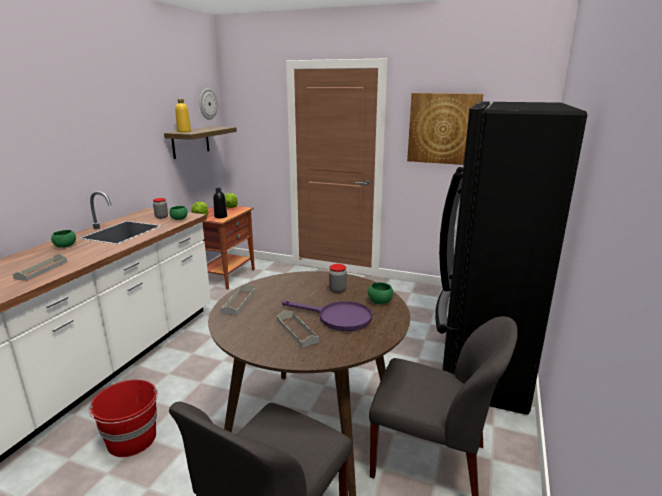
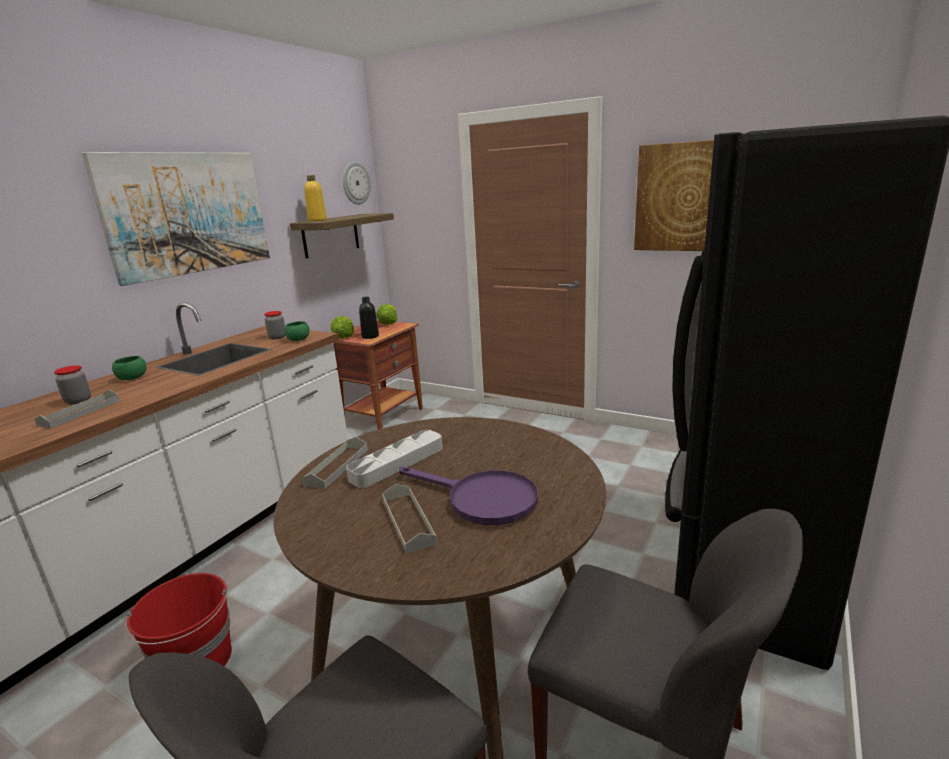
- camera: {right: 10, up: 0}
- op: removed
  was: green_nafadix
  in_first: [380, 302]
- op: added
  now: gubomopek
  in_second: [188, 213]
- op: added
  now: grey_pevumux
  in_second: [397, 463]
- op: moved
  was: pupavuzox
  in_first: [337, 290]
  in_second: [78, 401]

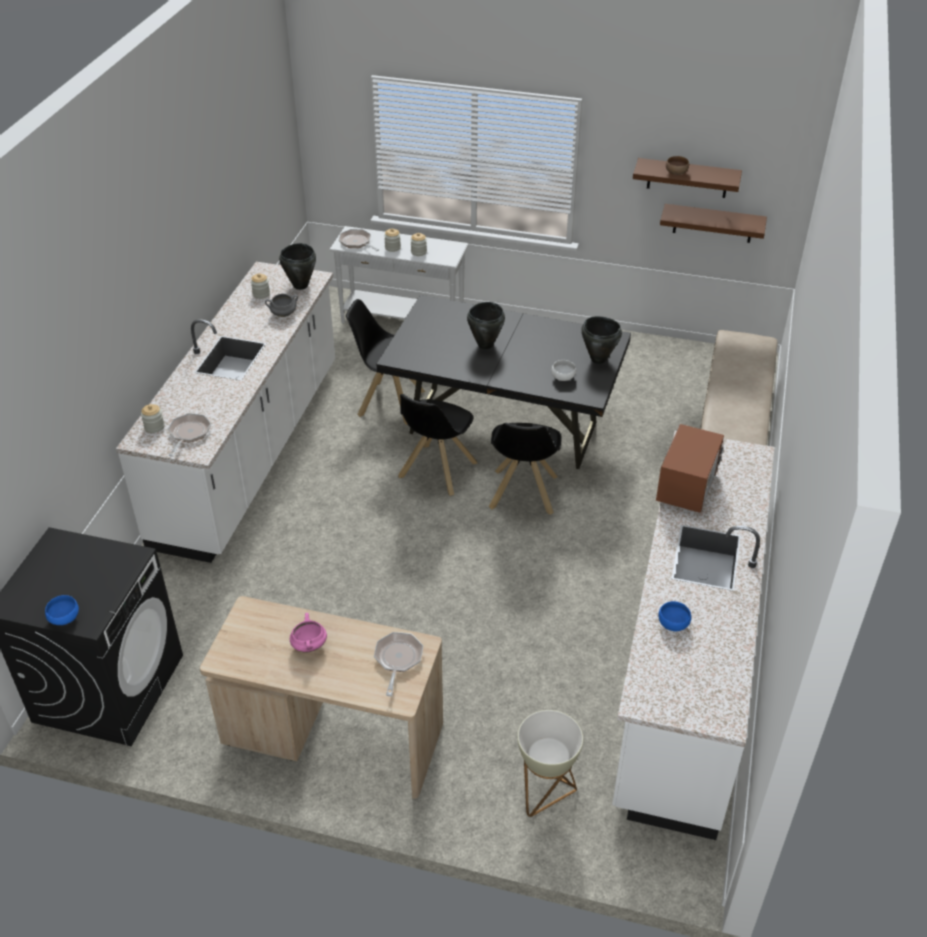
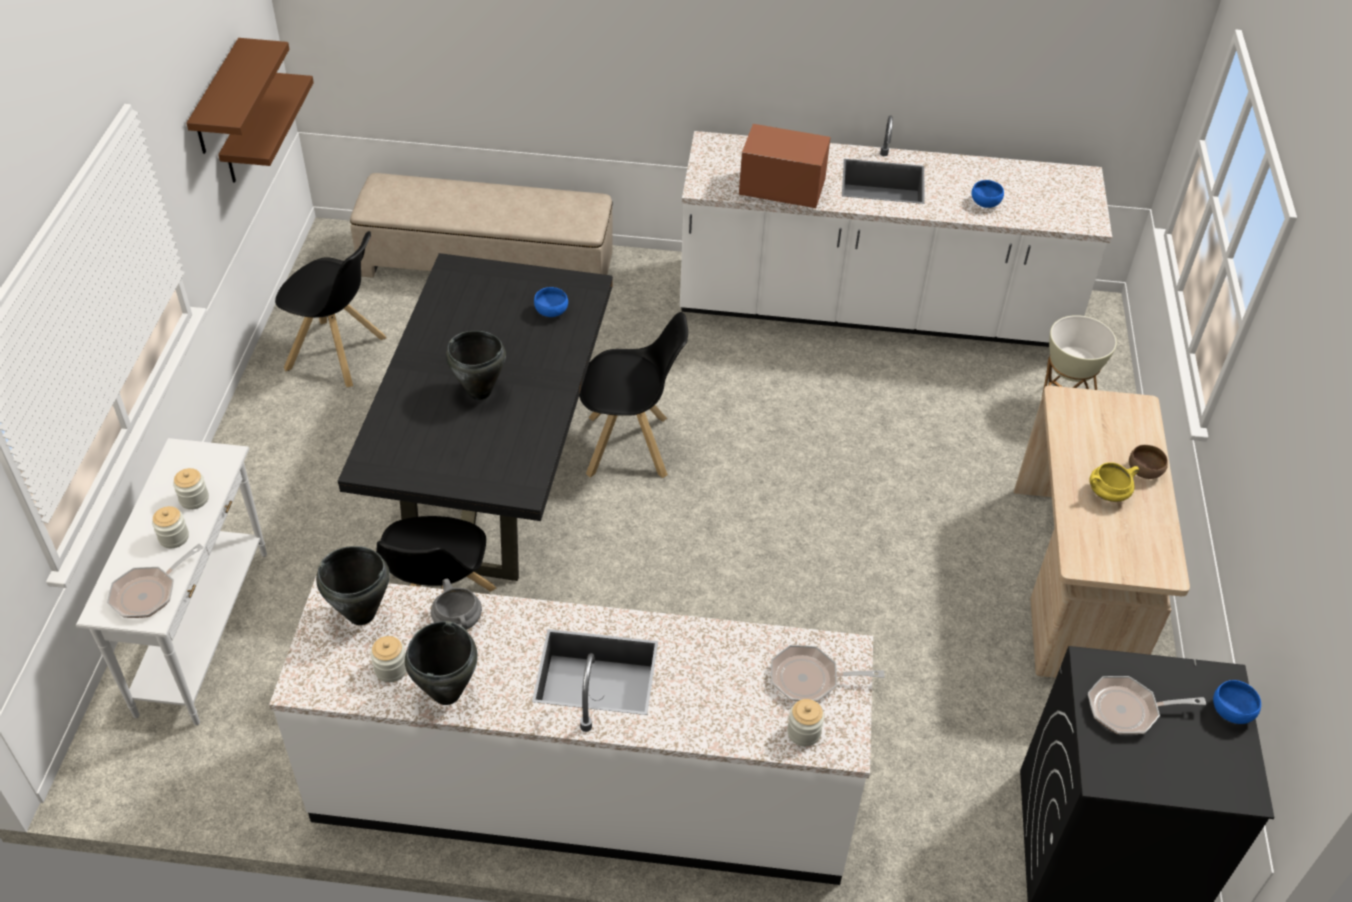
- camera: {right: -100, up: 5}
- op: moved
  was: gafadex
  in_first: [398, 660]
  in_second: [1128, 710]
- op: moved
  was: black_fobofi
  in_first: [436, 471]
  in_second: [338, 354]
- op: moved
  was: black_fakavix
  in_first: [598, 359]
  in_second: [446, 693]
- op: moved
  was: brown_nafadix
  in_first: [676, 173]
  in_second: [1145, 471]
- op: recoloured
  was: pink_fakavix
  now: yellow_fakavix
  in_first: [309, 645]
  in_second: [1107, 494]
- op: recoloured
  was: white_nafadix
  now: blue_nafadix
  in_first: [563, 378]
  in_second: [551, 311]

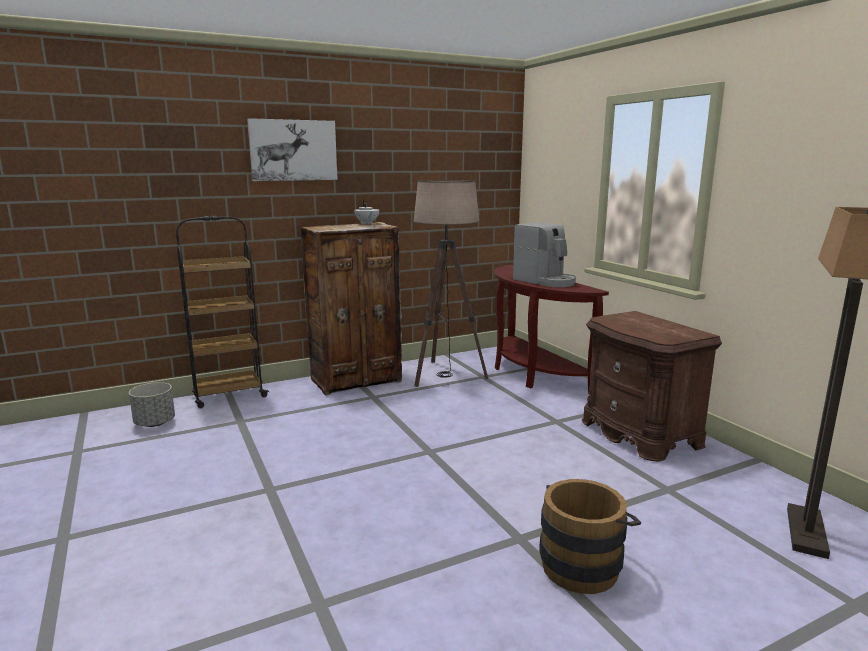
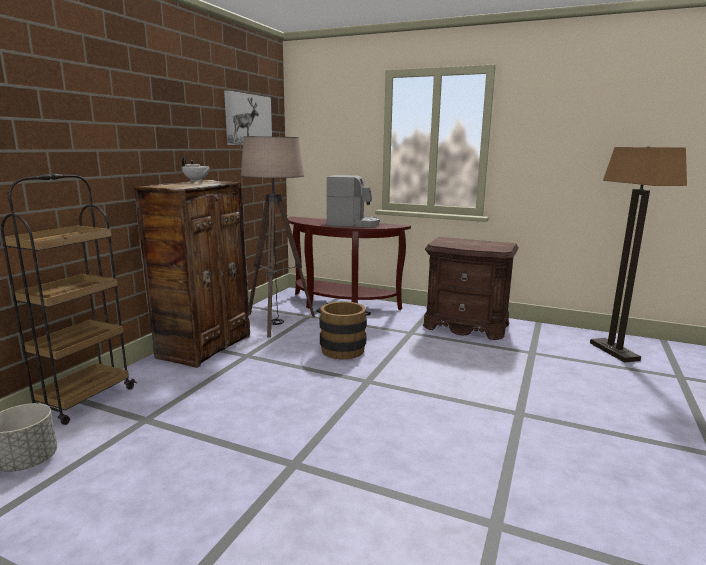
- camera: {right: -40, up: 0}
- op: moved
  was: gubomopek
  in_first: [293, 150]
  in_second: [248, 120]
- op: moved
  was: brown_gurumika
  in_first: [583, 564]
  in_second: [343, 348]

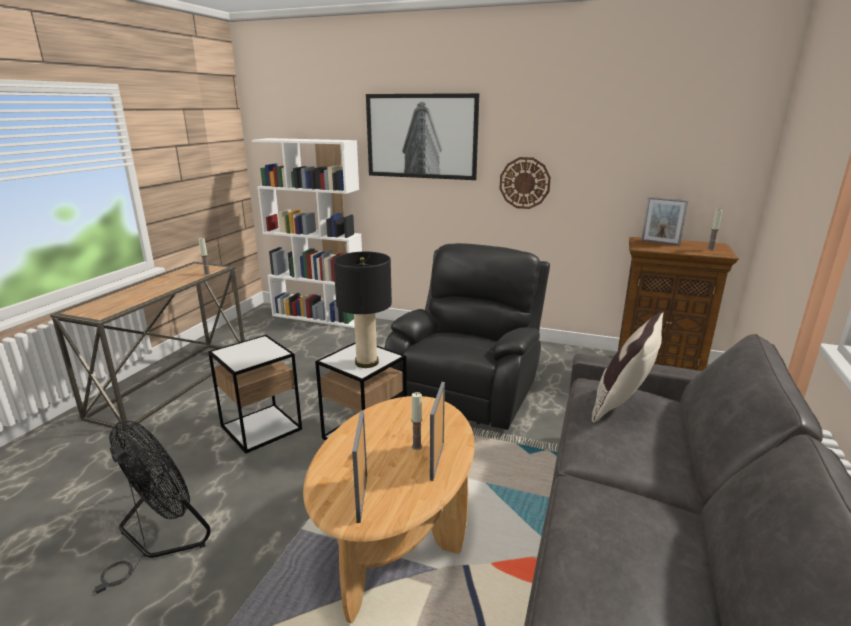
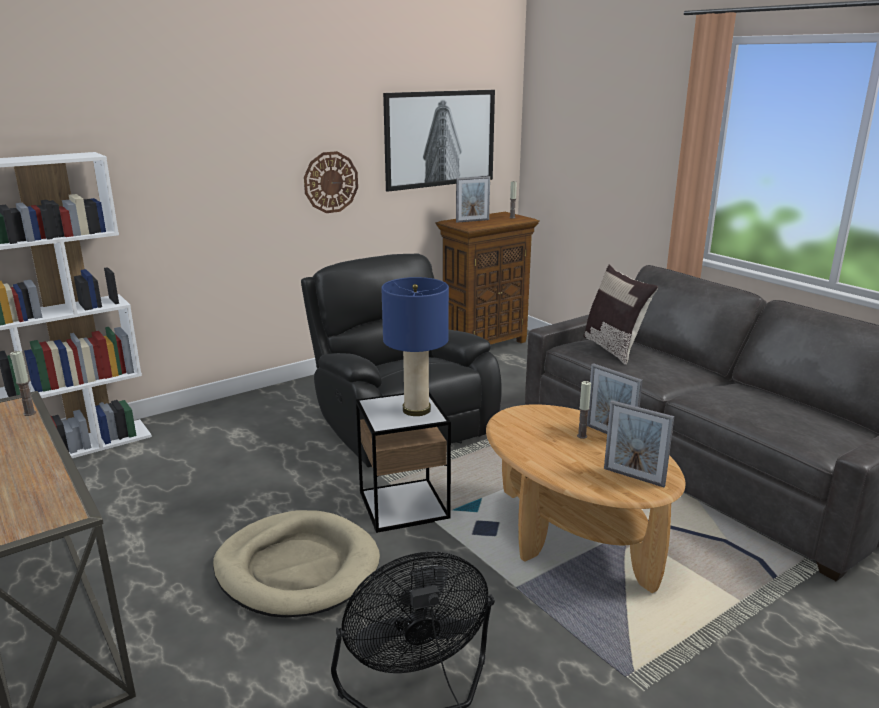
- camera: {right: -55, up: 0}
- op: moved
  was: gubomopek
  in_first: [421, 136]
  in_second: [440, 139]
- op: replaced
  was: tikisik
  now: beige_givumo
  in_first: [261, 427]
  in_second: [297, 568]
- op: recoloured
  was: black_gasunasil
  now: blue_gasunasil
  in_first: [366, 362]
  in_second: [416, 410]

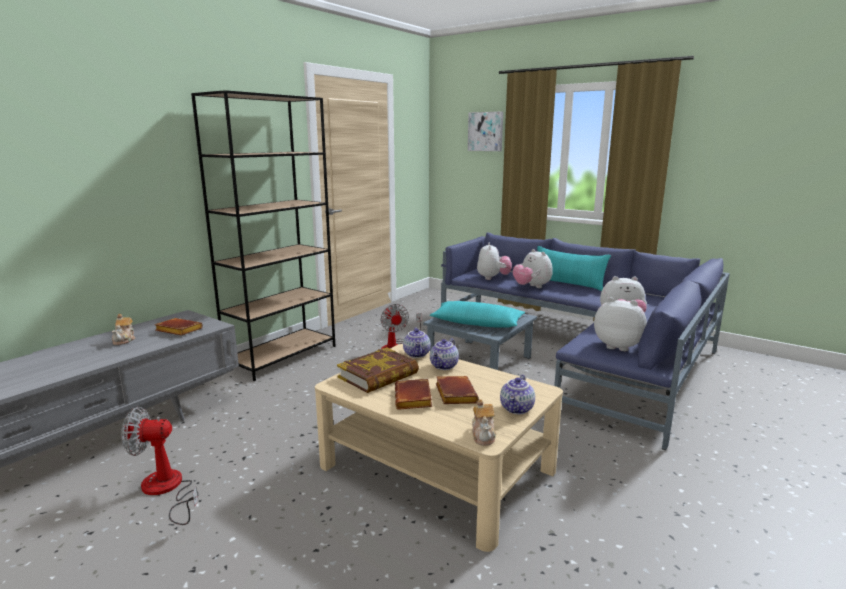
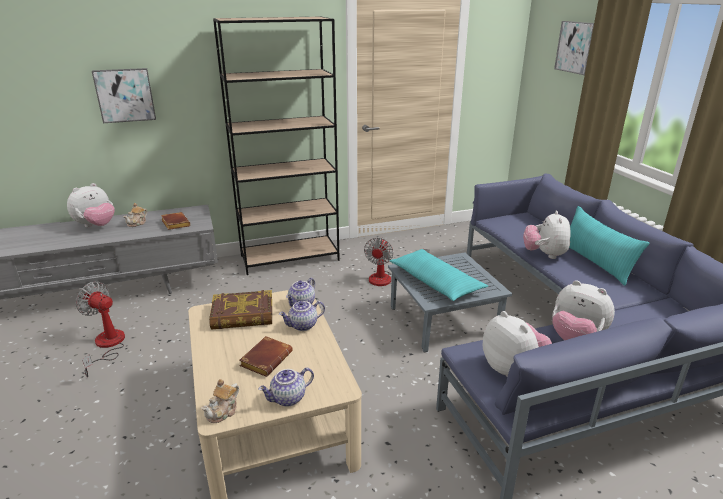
- camera: {right: 35, up: 10}
- op: removed
  was: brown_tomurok
  in_first: [414, 399]
- op: added
  now: gubomopek
  in_second: [125, 95]
- op: moved
  was: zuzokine
  in_first: [493, 278]
  in_second: [96, 226]

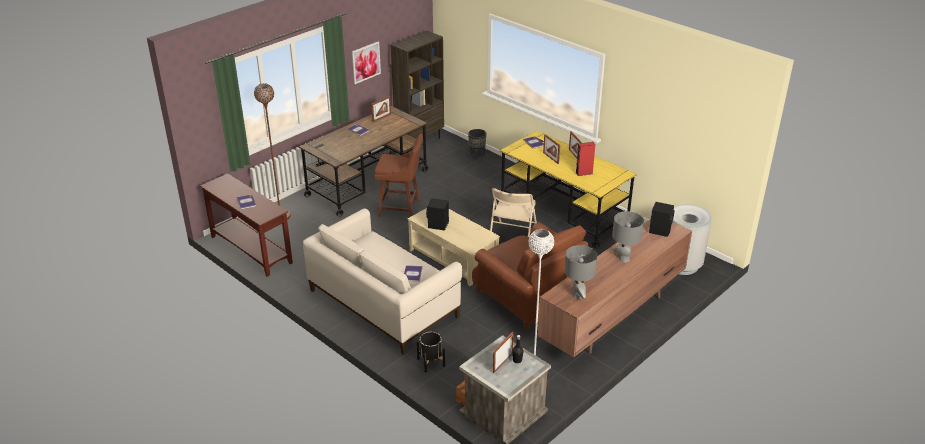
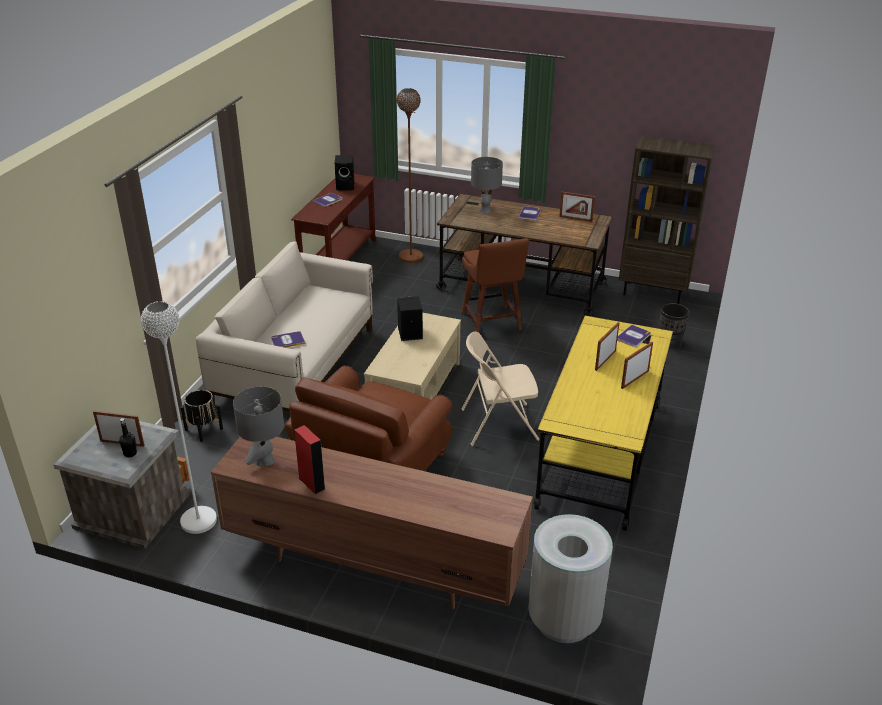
- camera: {right: 65, up: 0}
- op: removed
  was: gubomopek
  in_first: [365, 62]
- op: moved
  was: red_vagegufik
  in_first: [584, 173]
  in_second: [312, 483]
- op: moved
  was: grey_gasunasil
  in_first: [624, 258]
  in_second: [485, 210]
- op: moved
  was: black_vagegufik
  in_first: [660, 230]
  in_second: [346, 186]

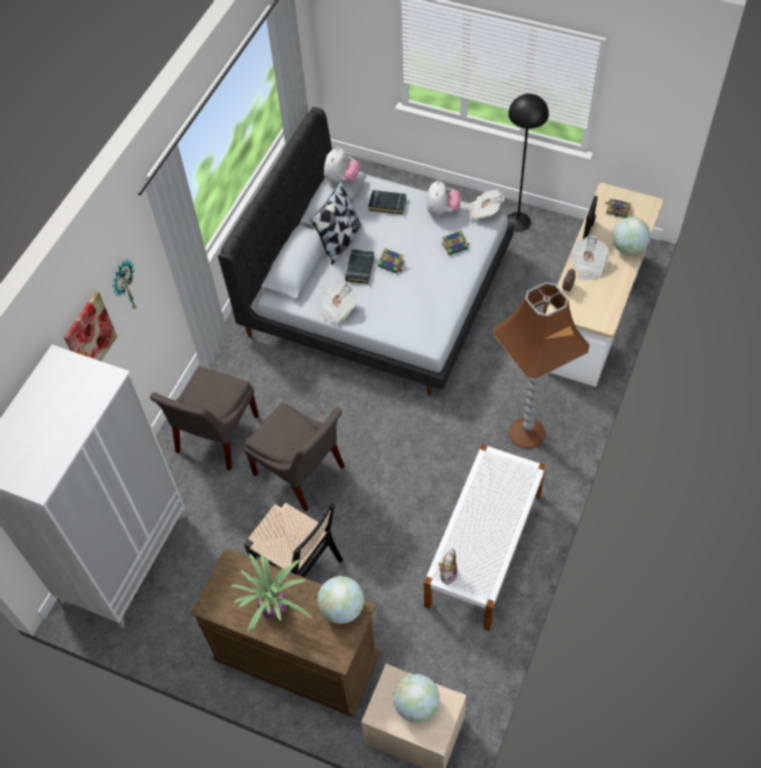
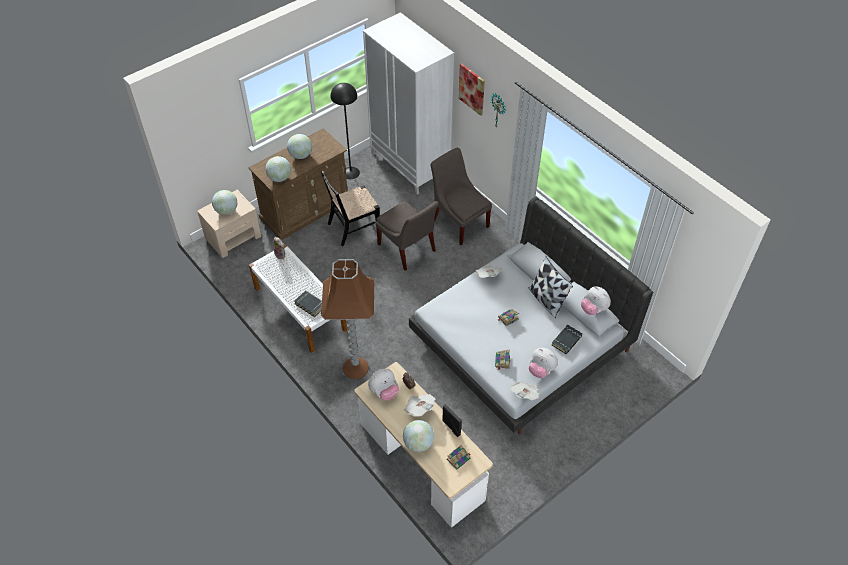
- camera: {right: 115, up: -5}
- op: added
  now: zuzokine
  in_second: [384, 392]
- op: moved
  was: black_tomurok
  in_first: [359, 268]
  in_second: [310, 305]
- op: moved
  was: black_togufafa
  in_first: [517, 221]
  in_second: [350, 173]
- op: replaced
  was: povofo
  now: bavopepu
  in_first: [274, 608]
  in_second: [300, 155]
- op: turned
  was: grey_fobofi
  in_first: [301, 473]
  in_second: [407, 249]
  clockwise: -105

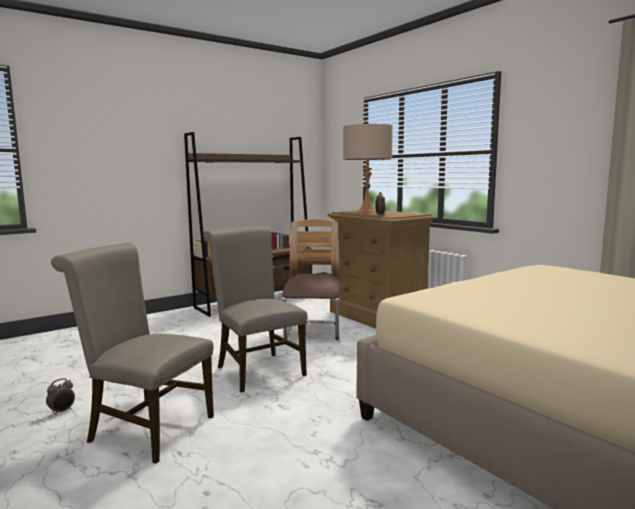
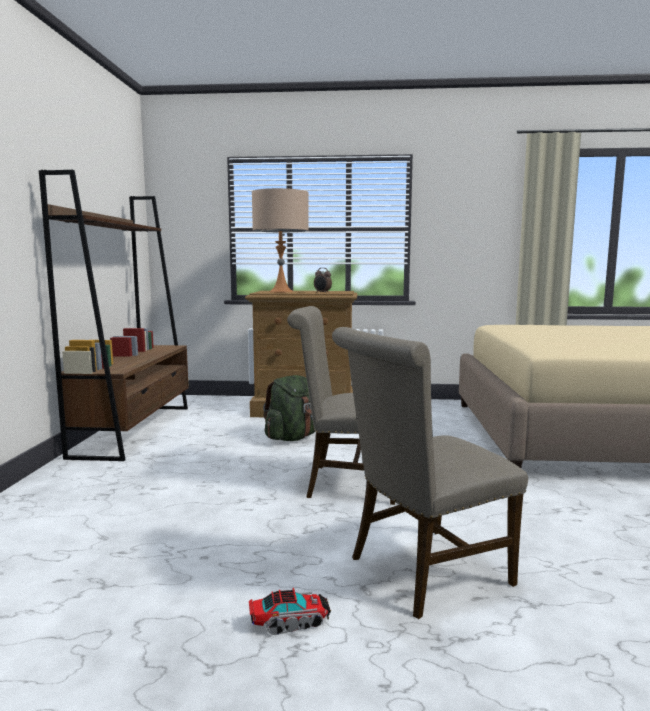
- camera: {right: -50, up: 0}
- op: replaced
  was: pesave
  now: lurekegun
  in_first: [62, 411]
  in_second: [290, 622]
- op: replaced
  was: fobofi
  now: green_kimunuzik
  in_first: [313, 332]
  in_second: [293, 437]

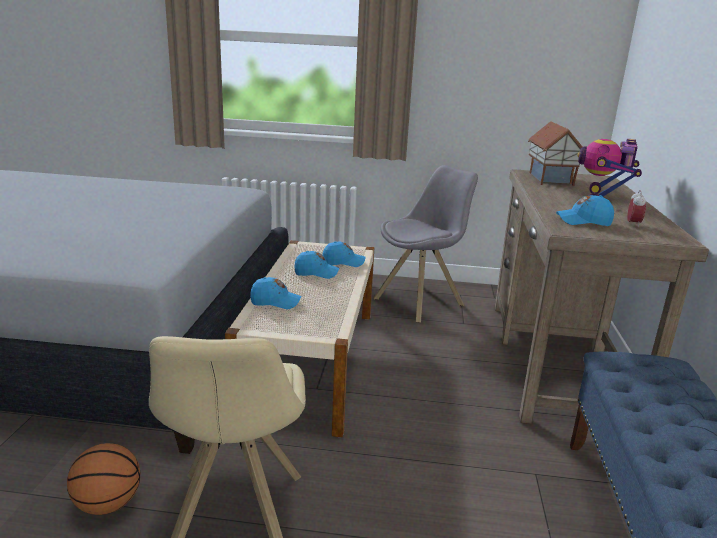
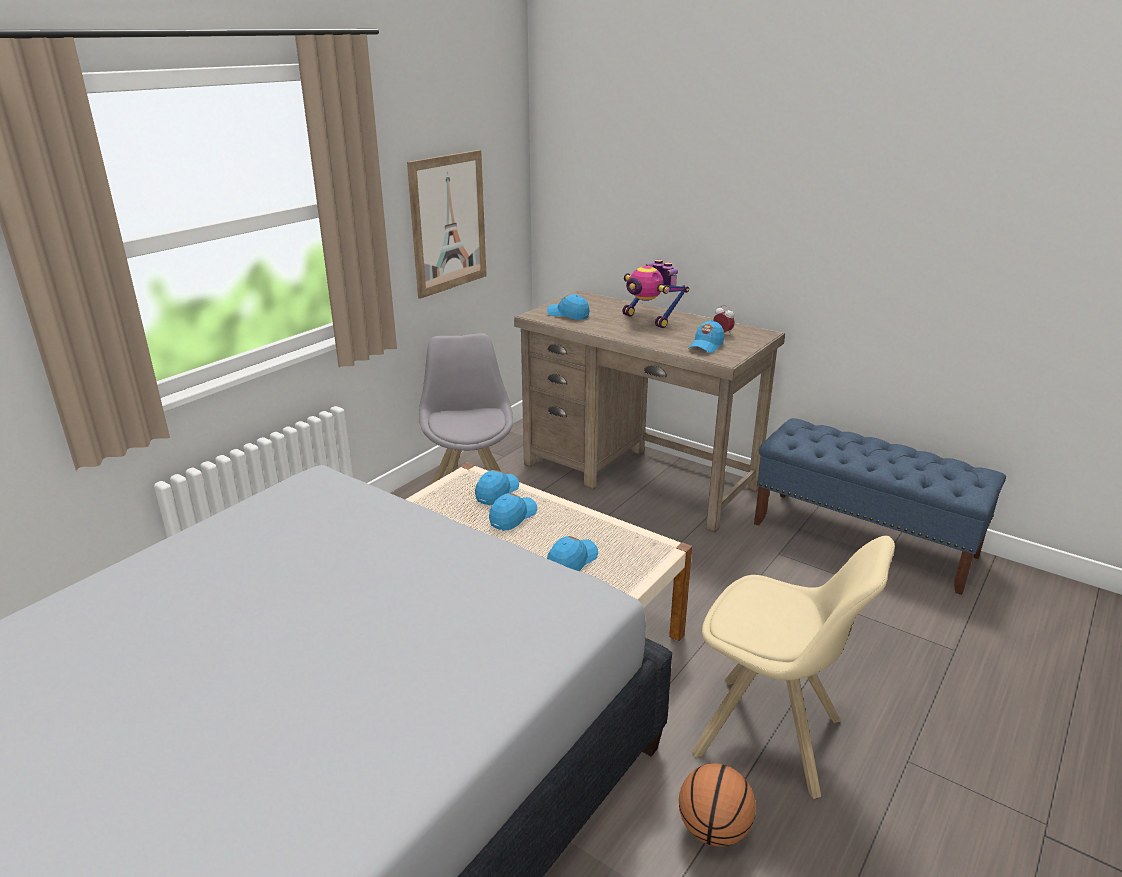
- camera: {right: -60, up: 5}
- op: added
  now: gubomopek
  in_second: [448, 223]
- op: replaced
  was: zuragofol
  now: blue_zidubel
  in_first: [548, 179]
  in_second: [568, 315]

